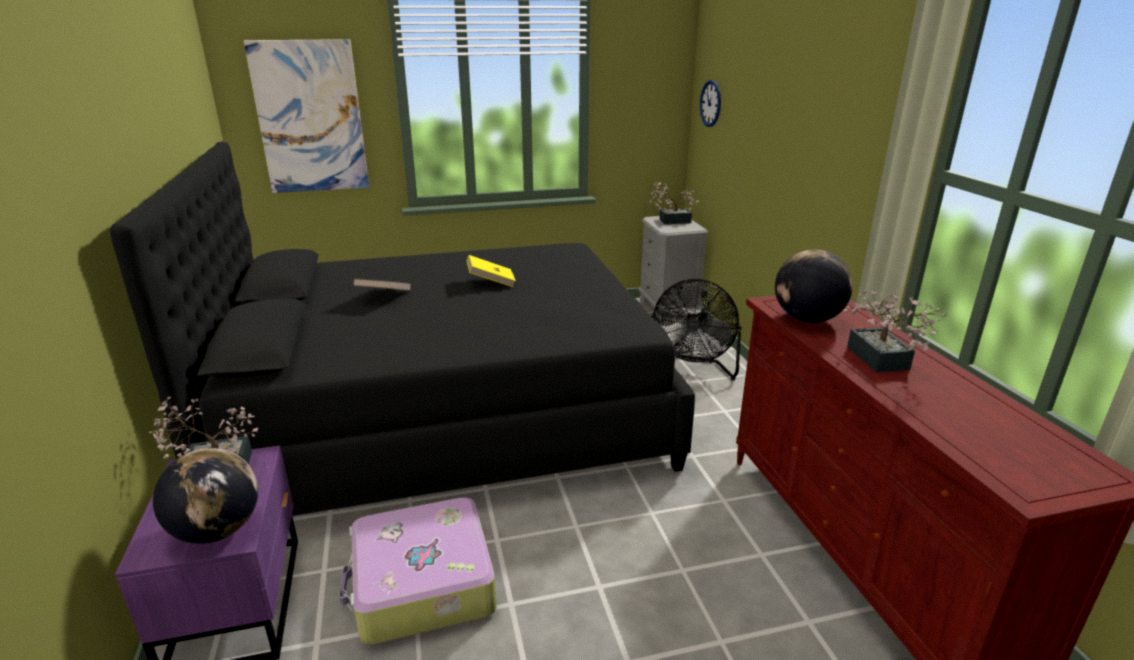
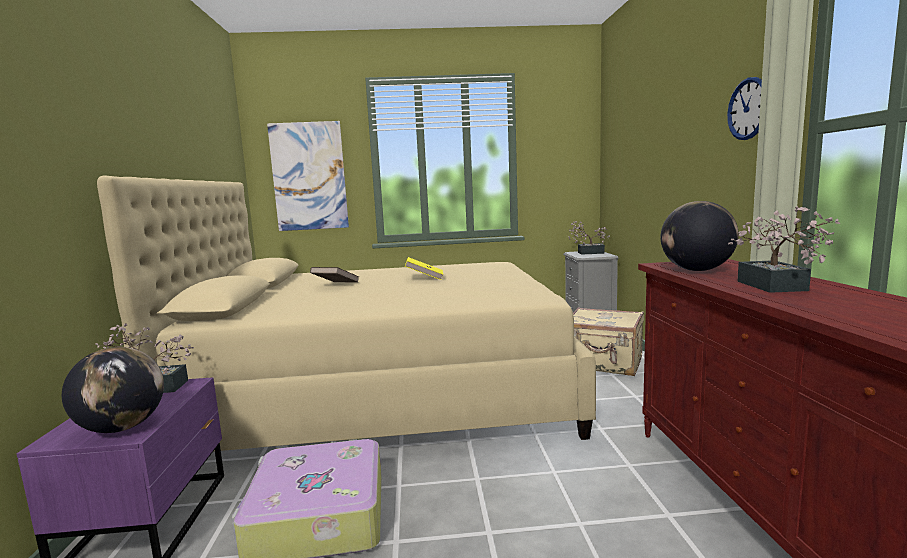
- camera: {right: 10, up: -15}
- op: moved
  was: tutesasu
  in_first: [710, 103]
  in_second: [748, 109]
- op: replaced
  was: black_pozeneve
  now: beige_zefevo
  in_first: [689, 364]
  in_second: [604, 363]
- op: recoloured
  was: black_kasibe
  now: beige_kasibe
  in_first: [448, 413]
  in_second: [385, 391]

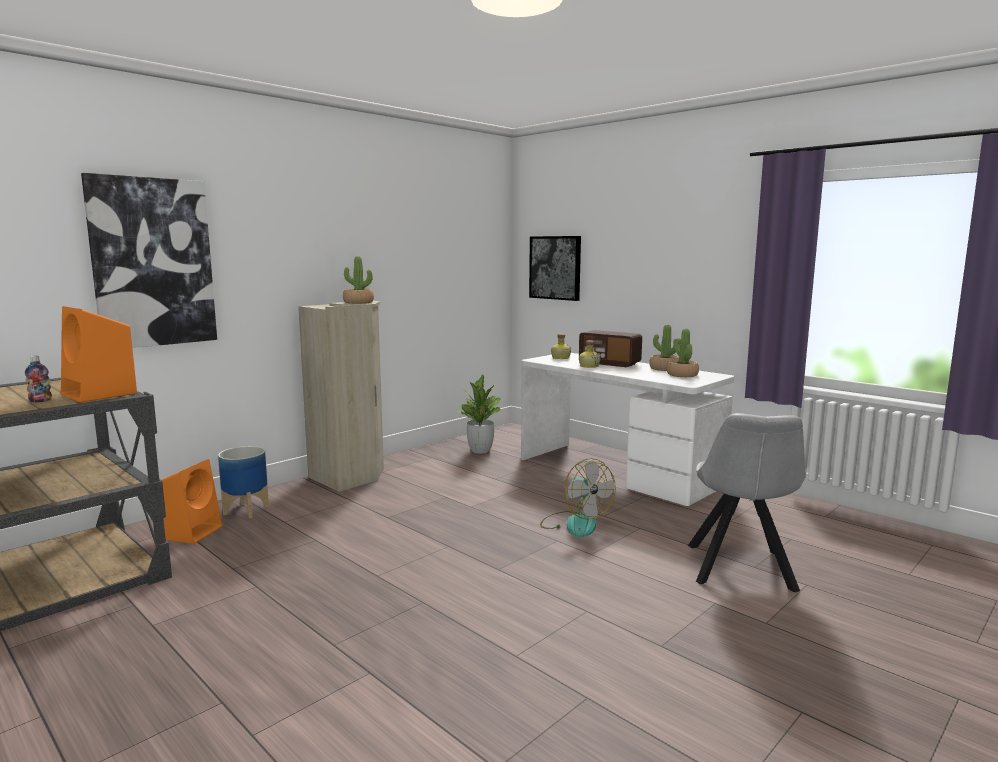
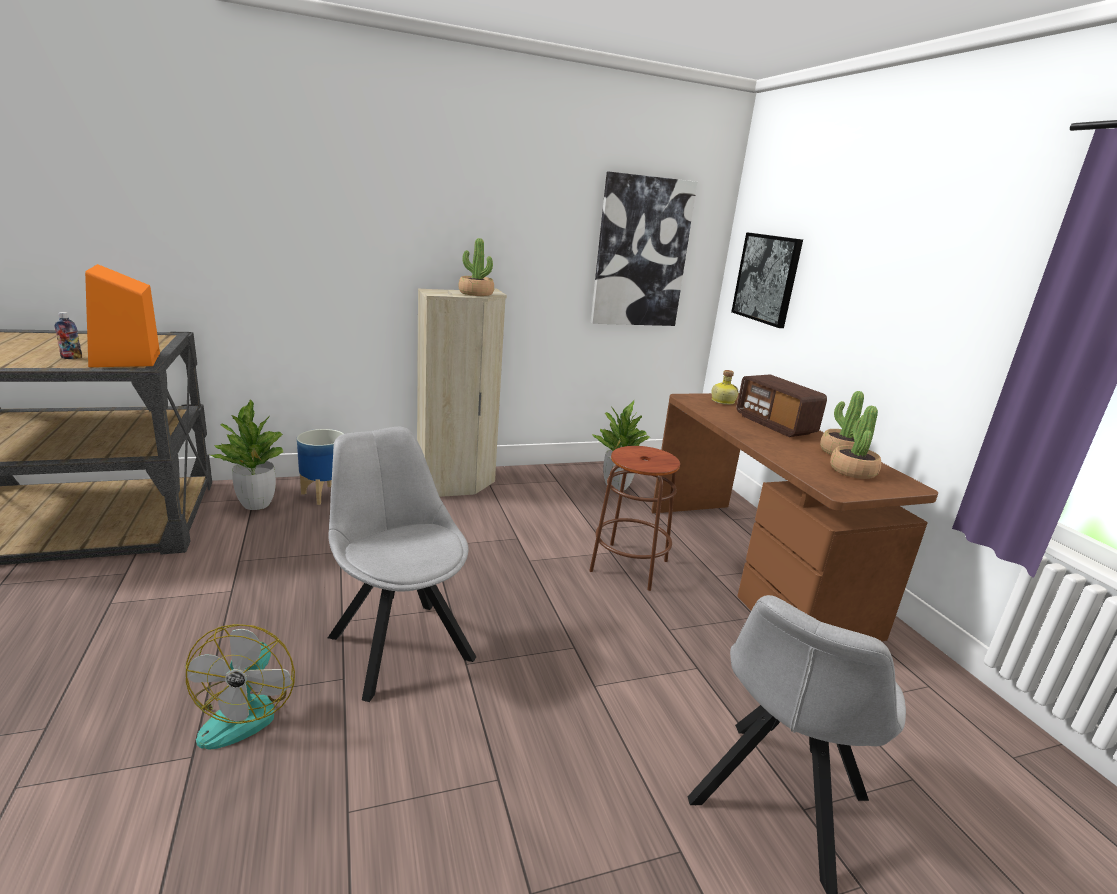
- camera: {right: 25, up: 10}
- op: removed
  was: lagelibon
  in_first: [589, 366]
- op: added
  now: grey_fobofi
  in_second: [399, 645]
- op: added
  now: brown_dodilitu
  in_second: [629, 565]
- op: moved
  was: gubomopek
  in_first: [153, 263]
  in_second: [641, 253]
- op: moved
  was: pozeneve
  in_first: [575, 523]
  in_second: [245, 710]
- op: replaced
  was: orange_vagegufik
  now: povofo
  in_first: [191, 532]
  in_second: [256, 504]
- op: recoloured
  was: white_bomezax
  now: brown_bomezax
  in_first: [617, 471]
  in_second: [752, 565]

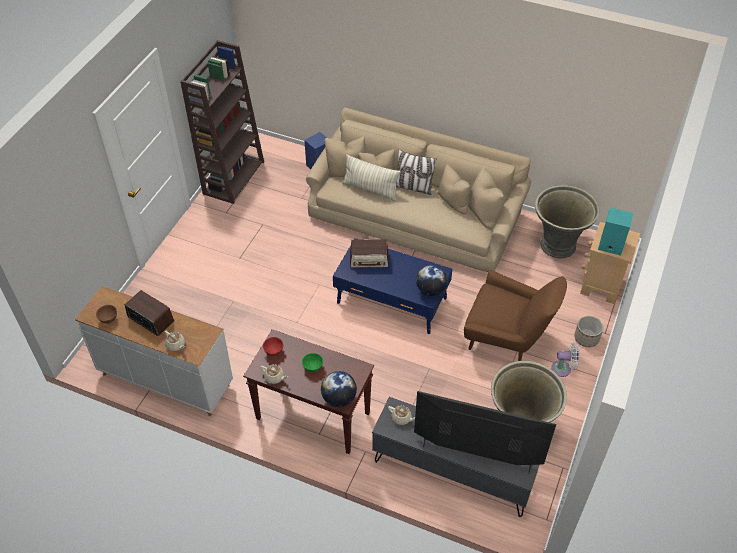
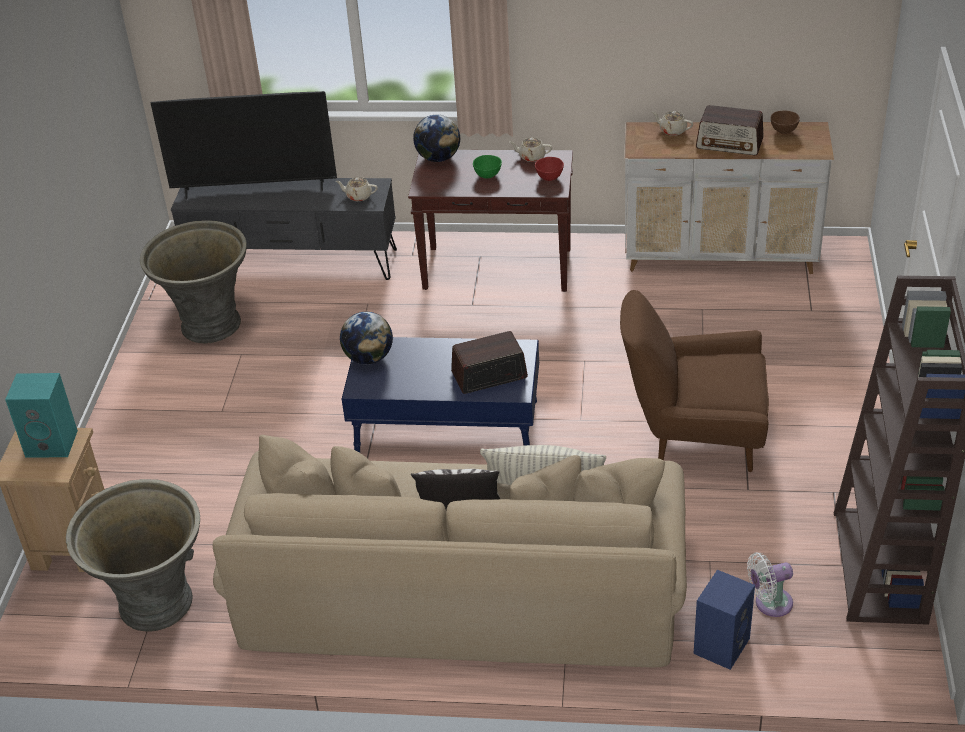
- camera: {right: 165, up: -10}
- op: removed
  was: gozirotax
  in_first: [586, 338]
- op: moved
  was: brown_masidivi
  in_first: [506, 339]
  in_second: [695, 437]
- op: moved
  was: white_pozeneve
  in_first: [563, 369]
  in_second: [769, 603]

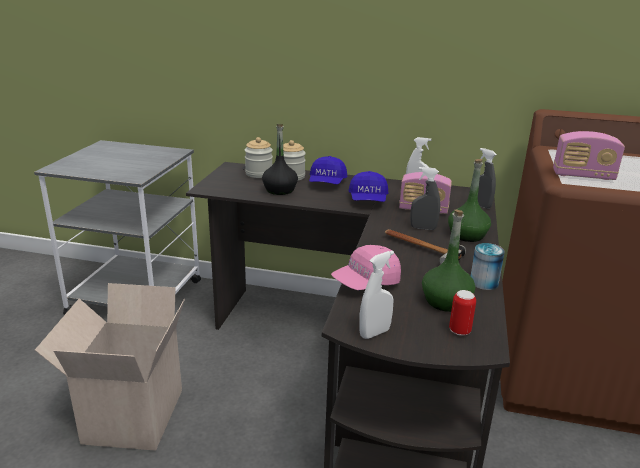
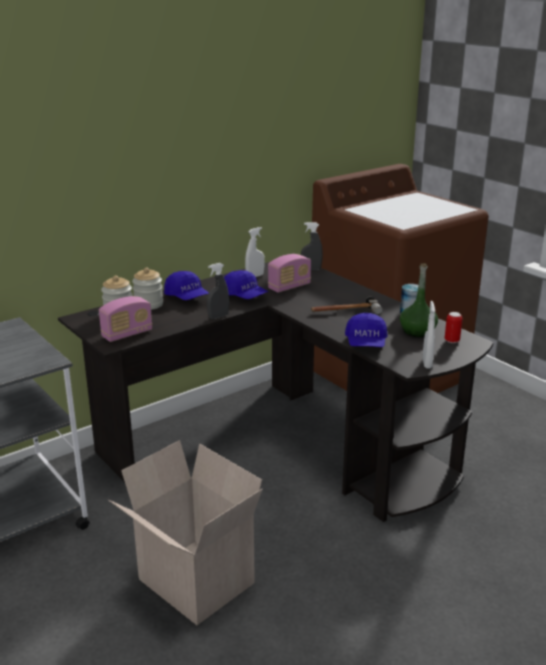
- camera: {right: -50, up: 0}
- op: removed
  was: black_lagelibon
  in_first: [280, 190]
- op: removed
  was: green_lagelibon
  in_first: [467, 235]
- op: moved
  was: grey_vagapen
  in_first: [423, 228]
  in_second: [218, 316]
- op: moved
  was: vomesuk
  in_first: [583, 176]
  in_second: [127, 334]
- op: recoloured
  was: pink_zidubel
  now: blue_zidubel
  in_first: [366, 283]
  in_second: [366, 344]

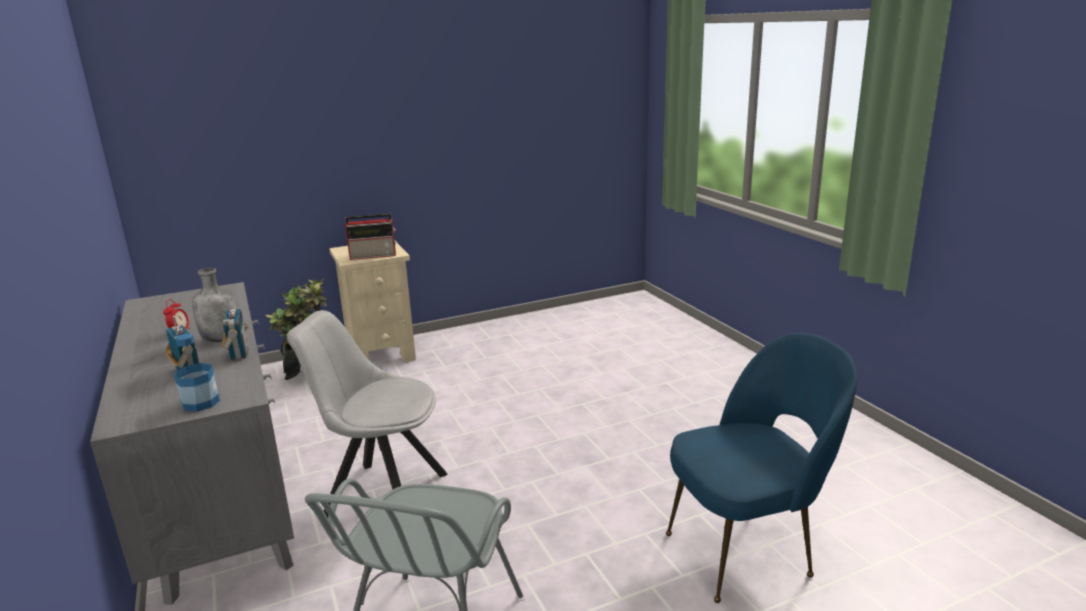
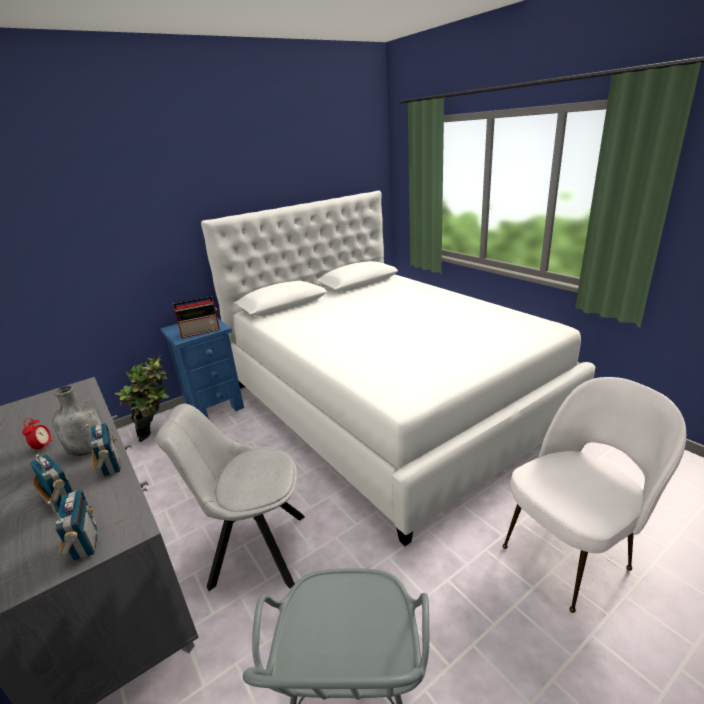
- camera: {right: -10, up: 5}
- op: added
  now: white_kasibe
  in_second: [389, 402]
- op: replaced
  was: lagelibon
  now: vomesuk
  in_first: [201, 403]
  in_second: [85, 544]
- op: recoloured
  was: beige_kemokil
  now: blue_kemokil
  in_first: [382, 355]
  in_second: [215, 407]
- op: recoloured
  was: blue_fobofi
  now: white_fobofi
  in_first: [748, 552]
  in_second: [572, 554]

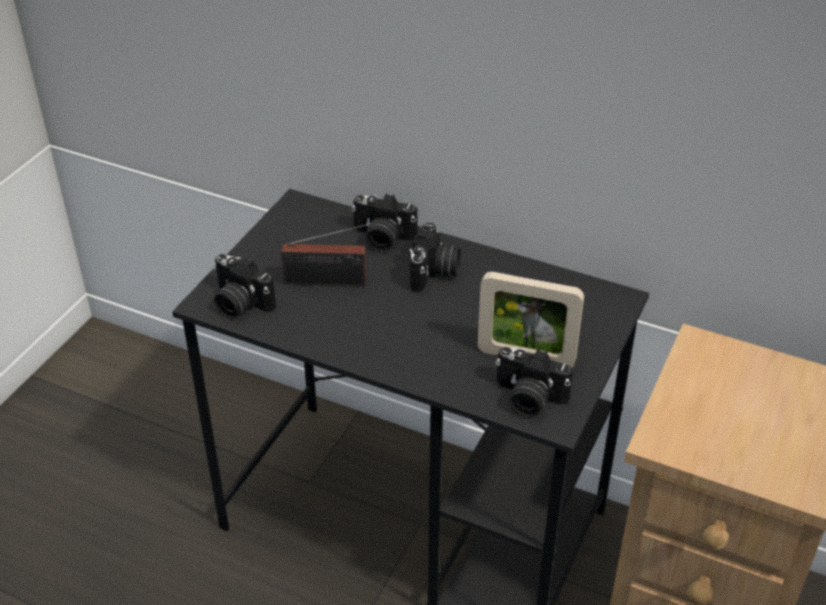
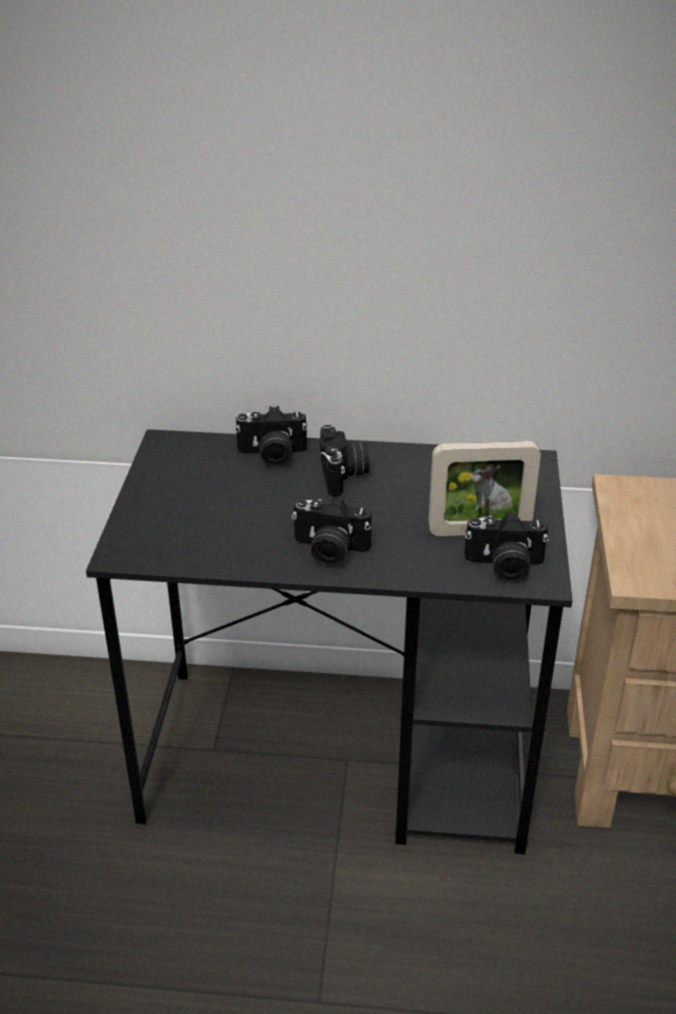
- camera: {right: -20, up: -5}
- op: removed
  was: vomesuk
  in_first: [330, 282]
- op: moved
  was: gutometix
  in_first: [239, 304]
  in_second: [329, 551]

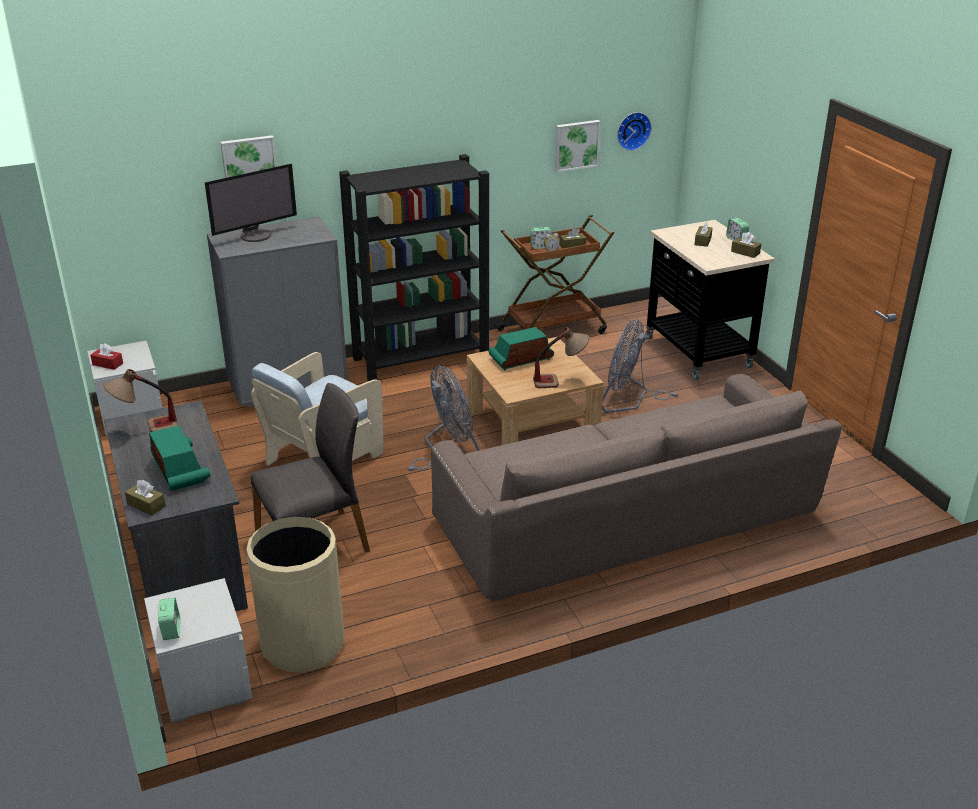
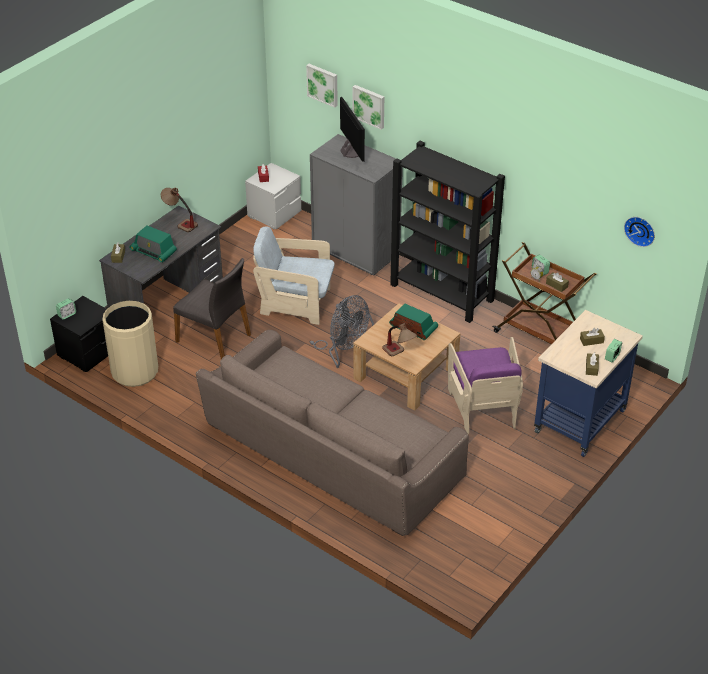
- camera: {right: 60, up: 10}
- op: moved
  was: gubomopek
  in_first: [576, 145]
  in_second: [323, 84]
- op: replaced
  was: grey_pozeneve
  now: purple_masidivi
  in_first: [631, 396]
  in_second: [483, 407]
- op: recoloured
  was: white_kemokil
  now: black_kemokil
  in_first: [203, 684]
  in_second: [87, 352]
- op: recoloured
  was: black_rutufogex
  now: blue_rutufogex
  in_first: [698, 353]
  in_second: [580, 422]
- op: turned
  was: vomesuk
  in_first: [180, 470]
  in_second: [153, 251]
  clockwise: 90
- op: turned
  was: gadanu
  in_first: [255, 235]
  in_second: [351, 152]
  clockwise: -135

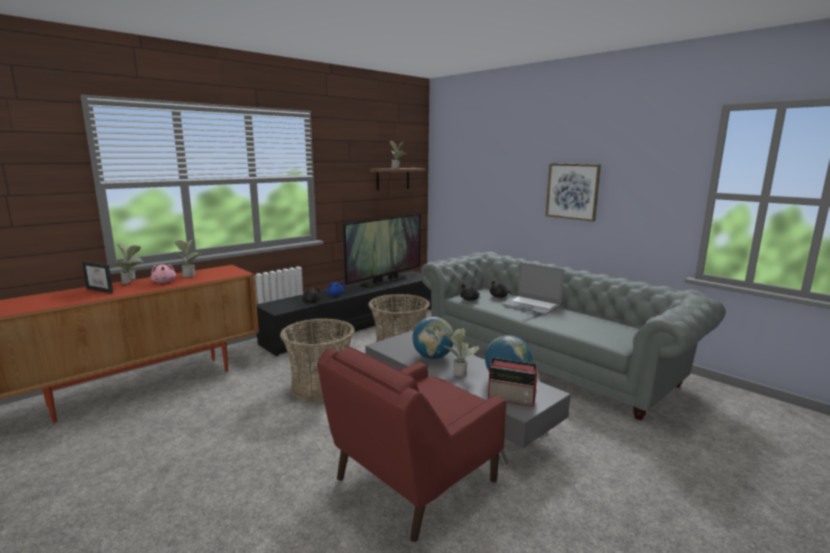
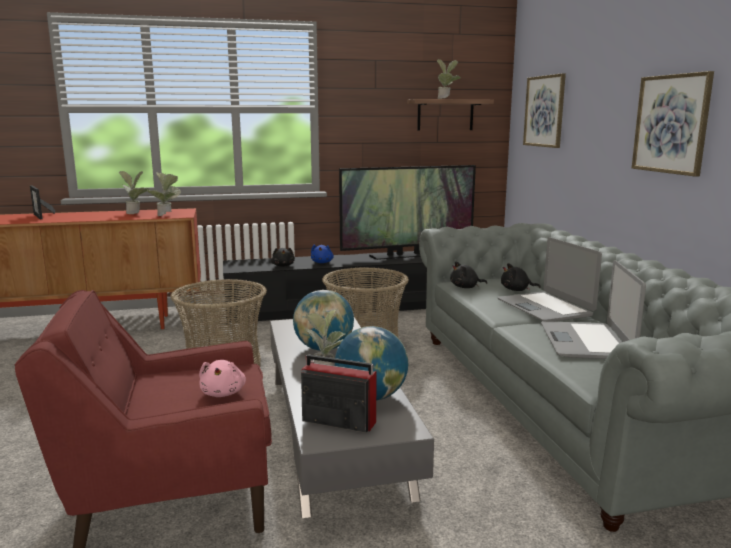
- camera: {right: 30, up: 0}
- op: added
  now: gubomopek
  in_second: [544, 111]
- op: added
  now: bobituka
  in_second: [586, 341]
- op: moved
  was: povofo
  in_first: [132, 282]
  in_second: [167, 216]
- op: moved
  was: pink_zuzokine
  in_first: [164, 282]
  in_second: [223, 393]
- op: turned
  was: vomesuk
  in_first: [512, 398]
  in_second: [337, 421]
  clockwise: 150

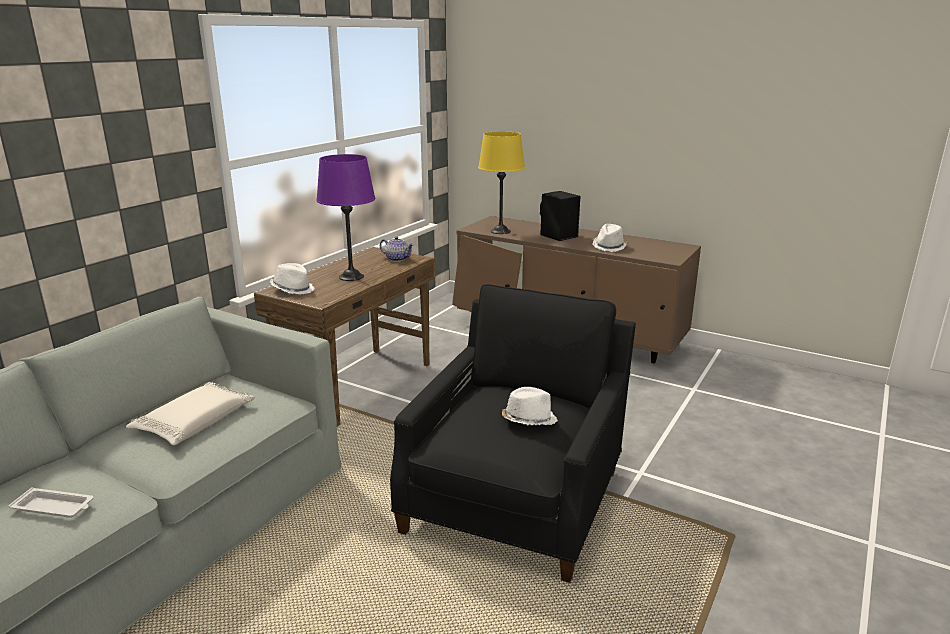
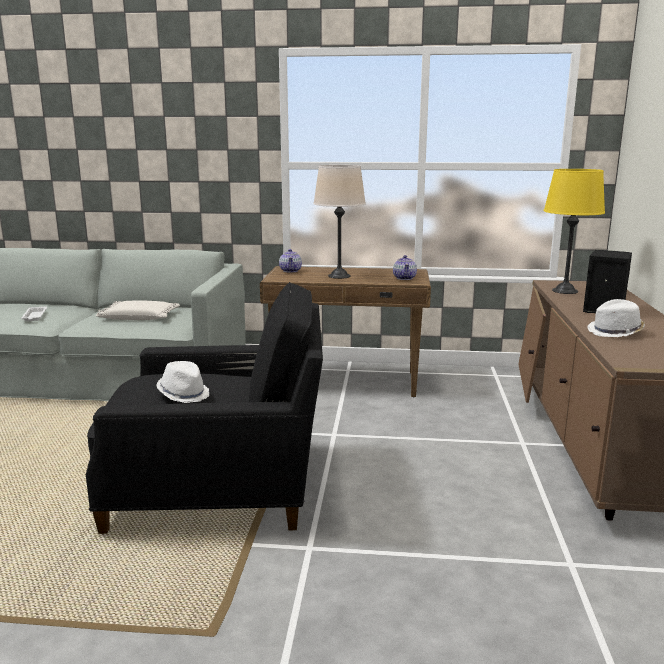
- camera: {right: 65, up: -5}
- op: replaced
  was: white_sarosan
  now: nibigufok
  in_first: [293, 289]
  in_second: [290, 270]
- op: recoloured
  was: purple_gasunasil
  now: beige_gasunasil
  in_first: [351, 277]
  in_second: [339, 276]

